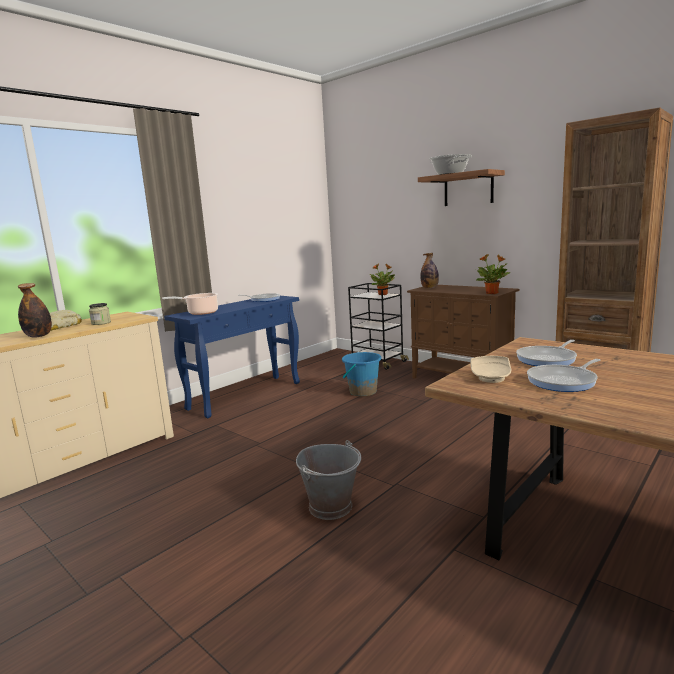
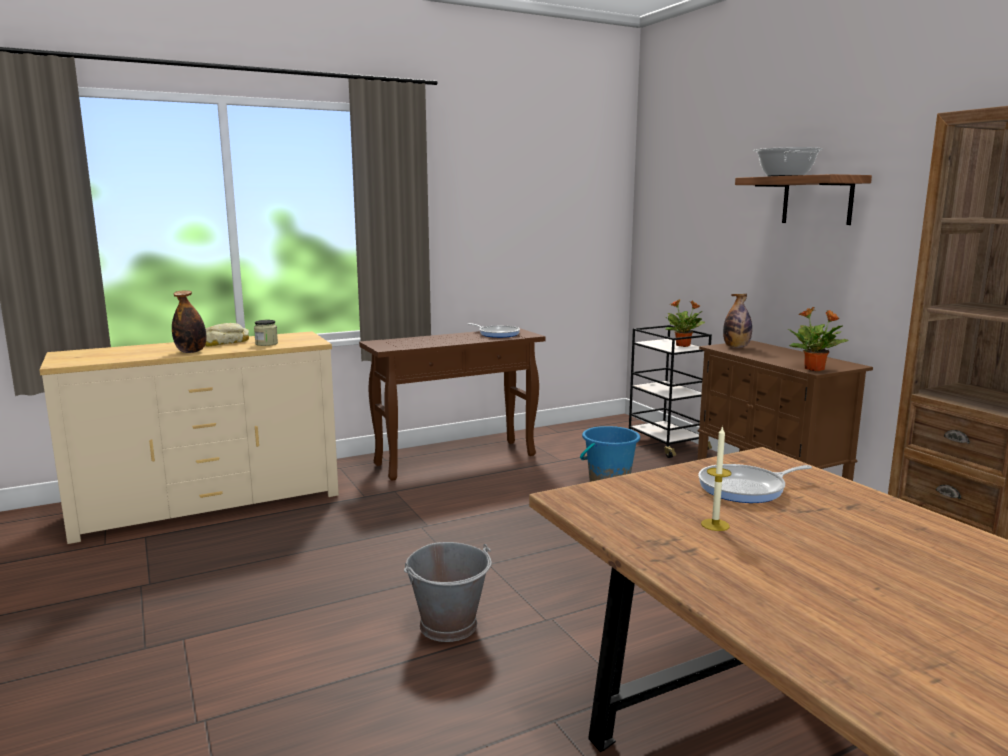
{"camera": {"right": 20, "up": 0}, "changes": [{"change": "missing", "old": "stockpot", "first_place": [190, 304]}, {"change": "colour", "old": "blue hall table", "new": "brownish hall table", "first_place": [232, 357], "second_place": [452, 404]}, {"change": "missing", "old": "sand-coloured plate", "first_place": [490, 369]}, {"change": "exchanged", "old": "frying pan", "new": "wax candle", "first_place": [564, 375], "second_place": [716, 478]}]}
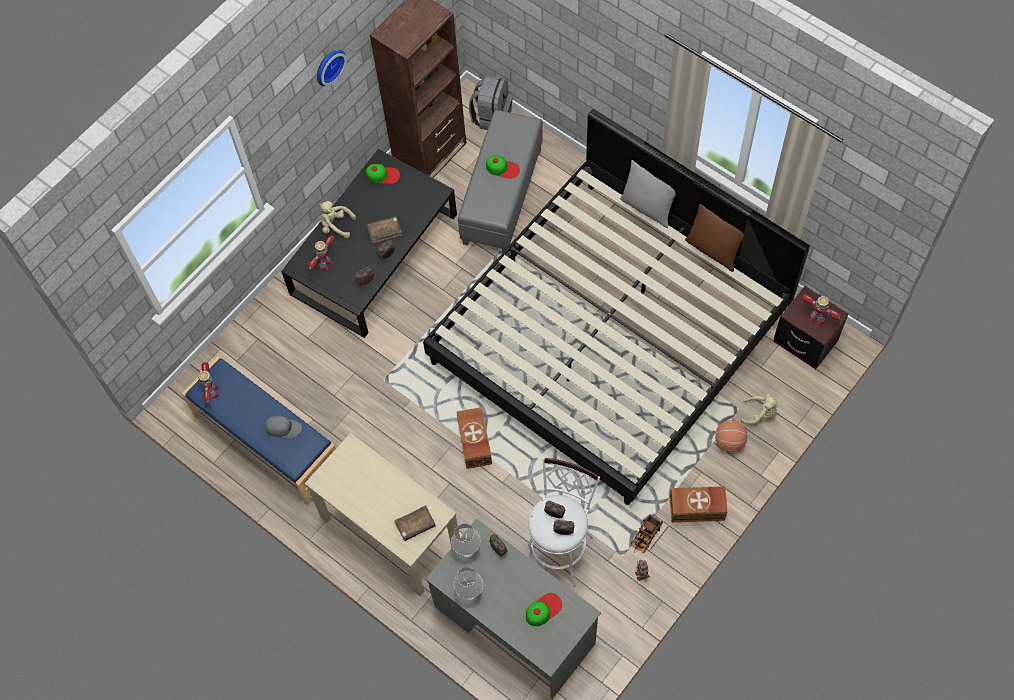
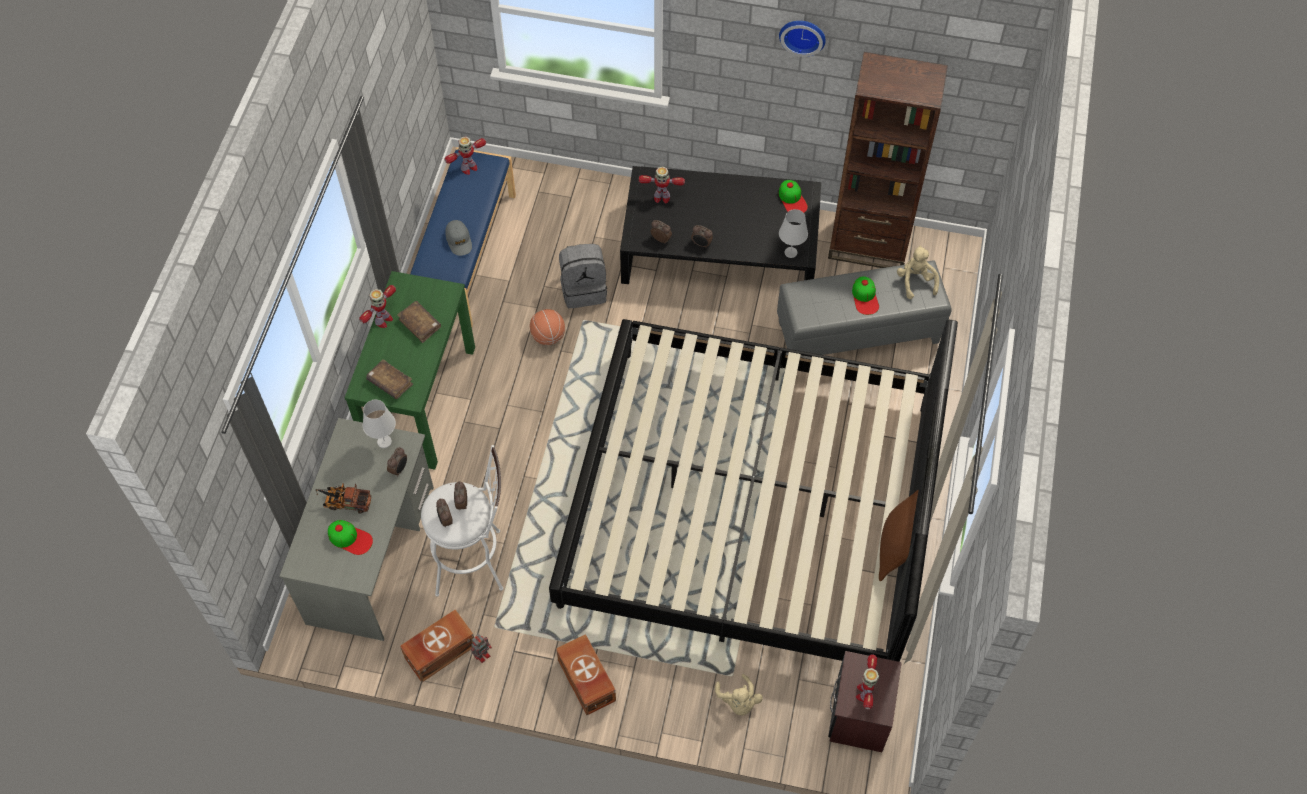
{"camera": {"right": 60, "up": -5}, "changes": [{"change": "colour", "old": "sand-coloured hall table", "new": "green-coloured hall table", "first_place": [382, 514], "second_place": [410, 370]}, {"change": "relocated", "old": "sand-coloured plush toy", "first_place": [337, 219], "second_place": [918, 272]}, {"change": "relocated", "old": "brownish volume", "first_place": [384, 230], "second_place": [419, 322]}, {"change": "relocated", "old": "whitish table lamp", "first_place": [468, 583], "second_place": [793, 233]}, {"change": "relocated", "old": "brownish storage box", "first_place": [474, 438], "second_place": [437, 646]}, {"change": "relocated", "old": "greyish backpack", "first_place": [491, 102], "second_place": [583, 276]}, {"change": "missing", "old": "greyish cushion", "first_place": [648, 194]}, {"change": "relocated", "old": "toy truck", "first_place": [647, 533], "second_place": [343, 498]}, {"change": "relocated", "old": "ball for basketball", "first_place": [731, 436], "second_place": [547, 327]}, {"change": "appeared", "new": "robot figure", "second_place": [377, 306]}]}
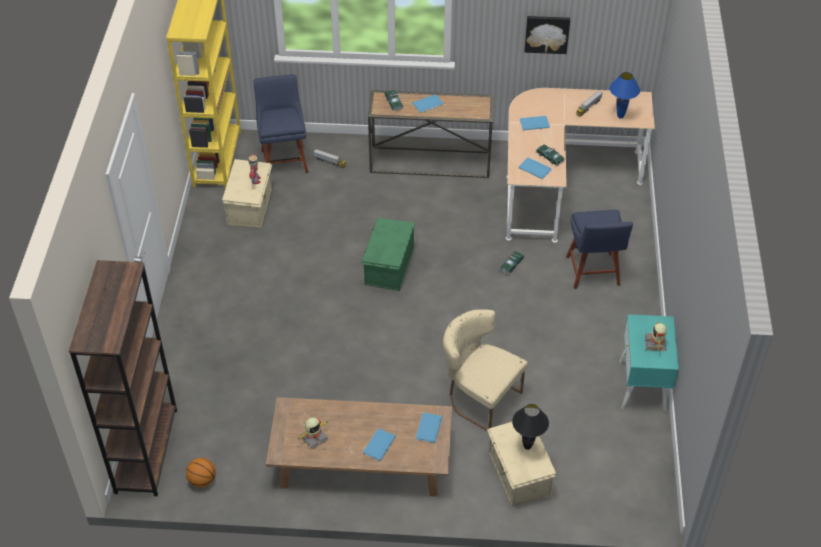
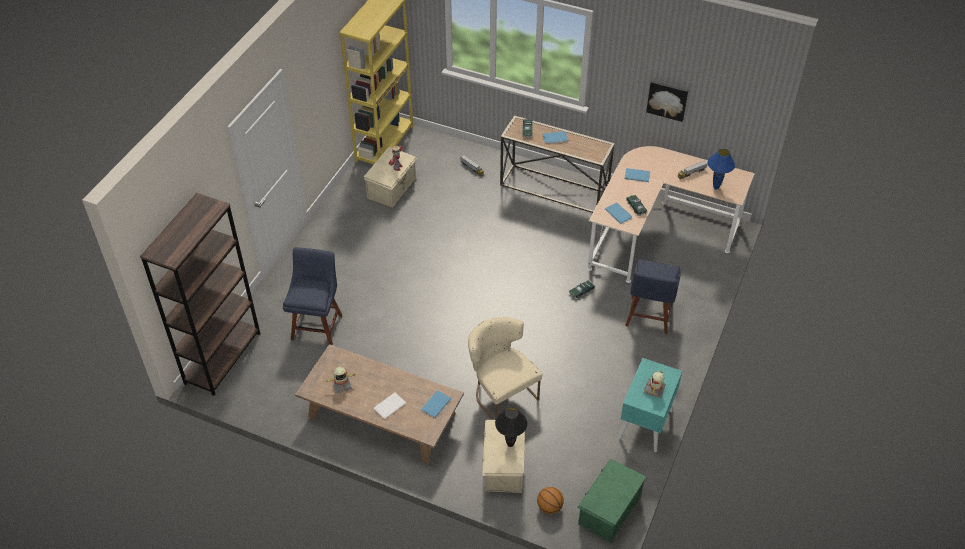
{"camera": {"right": 20, "up": 0}, "changes": [{"change": "relocated", "old": "ball for basketball", "first_place": [201, 472], "second_place": [550, 500]}, {"change": "relocated", "old": "blue chair", "first_place": [281, 123], "second_place": [312, 296]}, {"change": "relocated", "old": "green-coloured storage box", "first_place": [388, 254], "second_place": [611, 501]}, {"change": "colour", "old": "blue volume", "new": "whitish volume", "first_place": [379, 444], "second_place": [390, 405]}]}
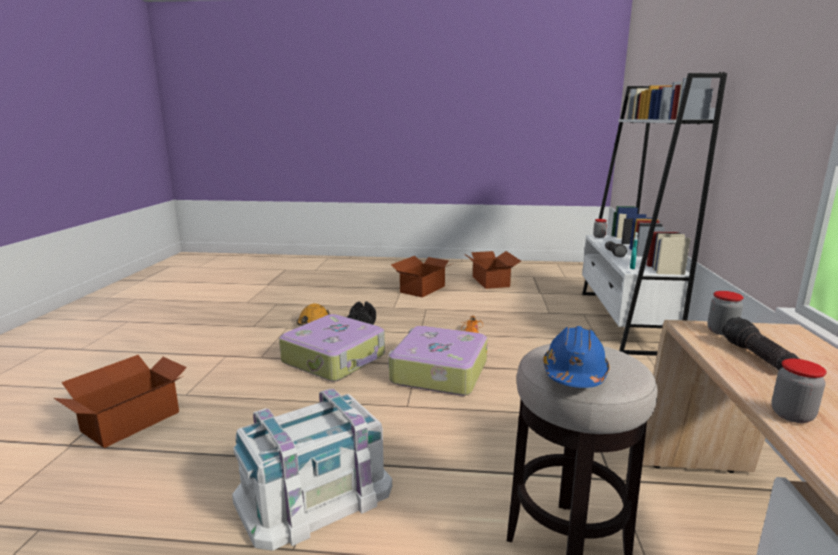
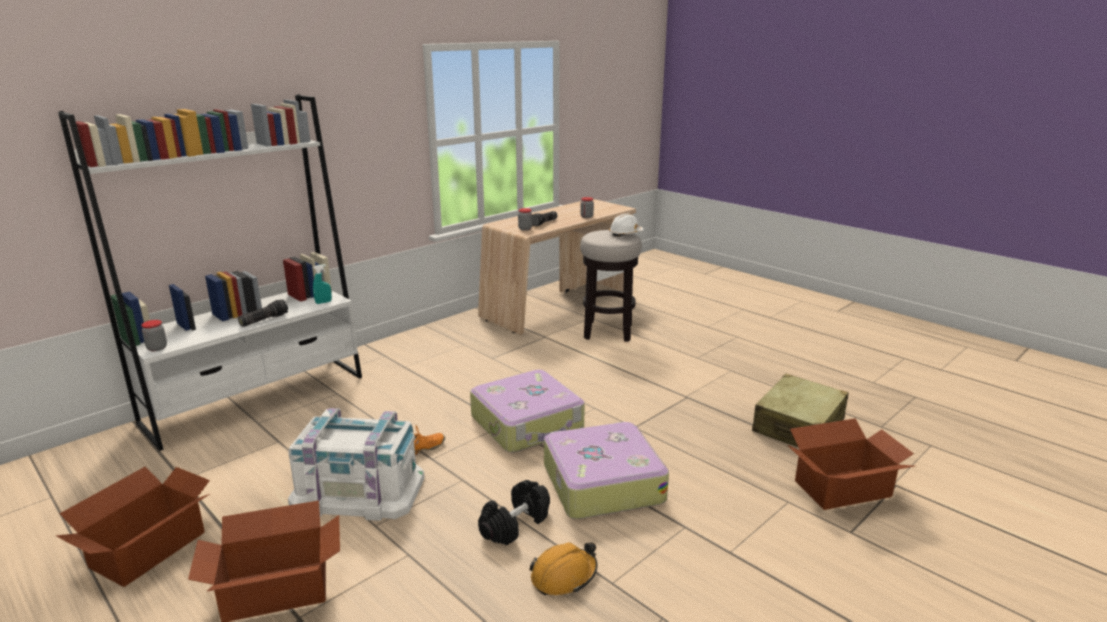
{"camera": {"right": -140, "up": 5}, "changes": [{"change": "relocated", "old": "whitish storage box", "first_place": [312, 470], "second_place": [356, 464]}, {"change": "colour", "old": "blue work helmet", "new": "whitish work helmet", "first_place": [576, 357], "second_place": [626, 225]}, {"change": "appeared", "new": "sand-coloured suitcase", "second_place": [800, 410]}]}
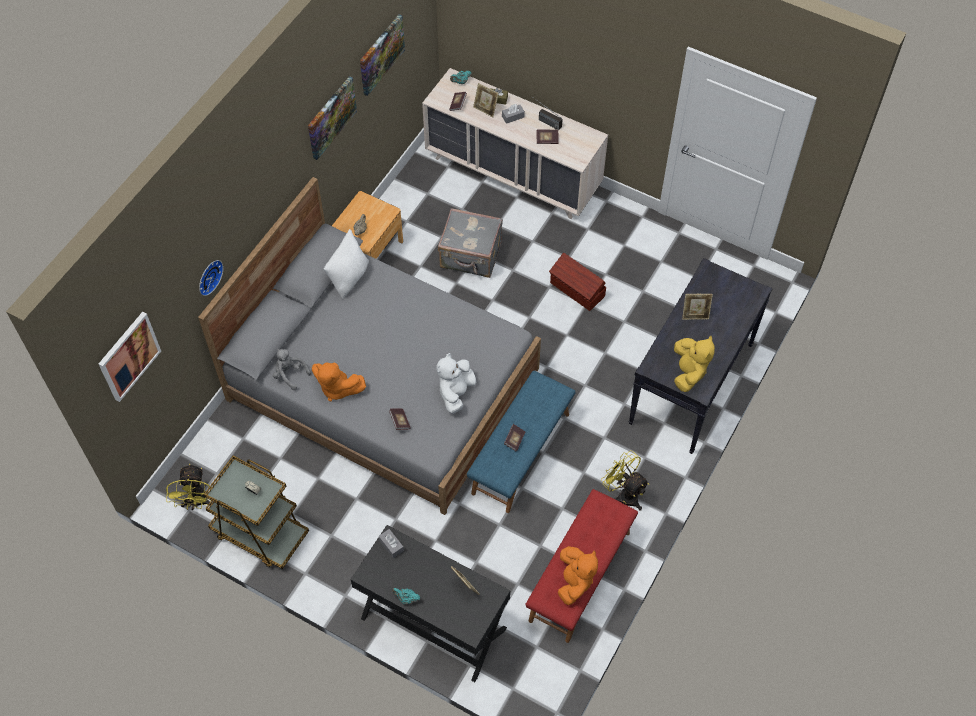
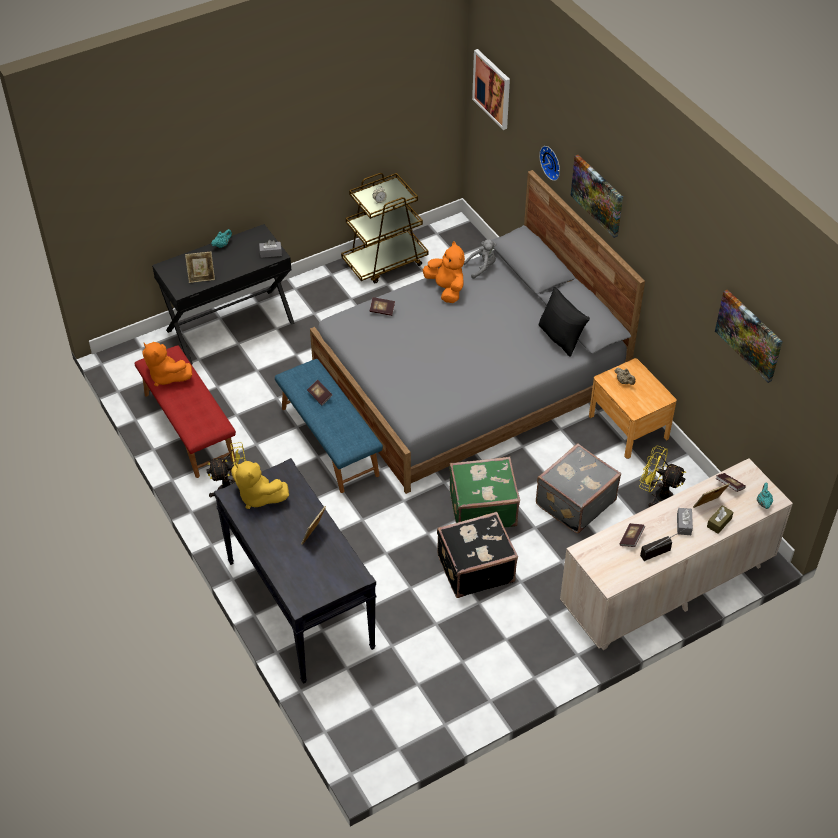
{"camera": {"right": 120, "up": -10}, "changes": [{"change": "relocated", "old": "yellow-coloured cooling fan", "first_place": [189, 487], "second_place": [662, 476]}, {"change": "relocated", "old": "wall art", "first_place": [332, 118], "second_place": [597, 196]}, {"change": "spun", "old": "orange-coloured plush toy", "first_place": [339, 381], "second_place": [444, 272], "degrees": 90}, {"change": "colour", "old": "whitish cushion", "new": "black cushion", "first_place": [346, 264], "second_place": [564, 321]}, {"change": "missing", "old": "whitish plush toy", "first_place": [456, 383]}, {"change": "exchanged", "old": "brownish storage box", "new": "black suitcase", "first_place": [577, 282], "second_place": [477, 555]}, {"change": "appeared", "new": "green-coloured suitcase", "second_place": [484, 492]}]}
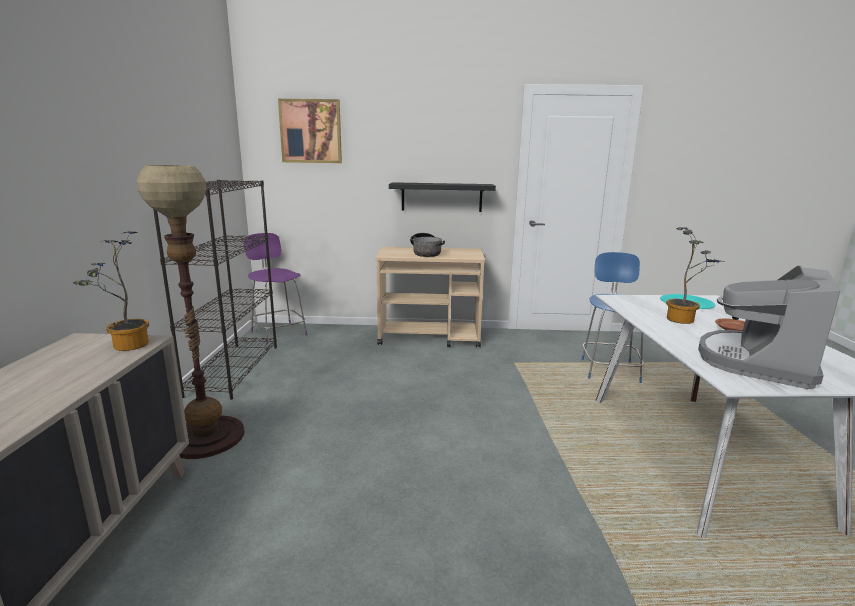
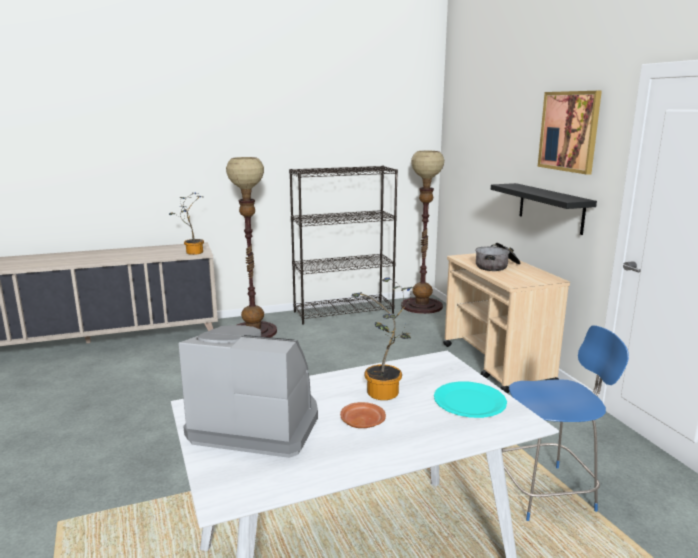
{"camera": {"right": 70, "up": 0}, "changes": [{"change": "exchanged", "old": "purple-coloured chair", "new": "standard lamp", "first_place": [275, 288], "second_place": [422, 232]}, {"change": "relocated", "old": "wall art", "first_place": [310, 131], "second_place": [570, 133]}]}
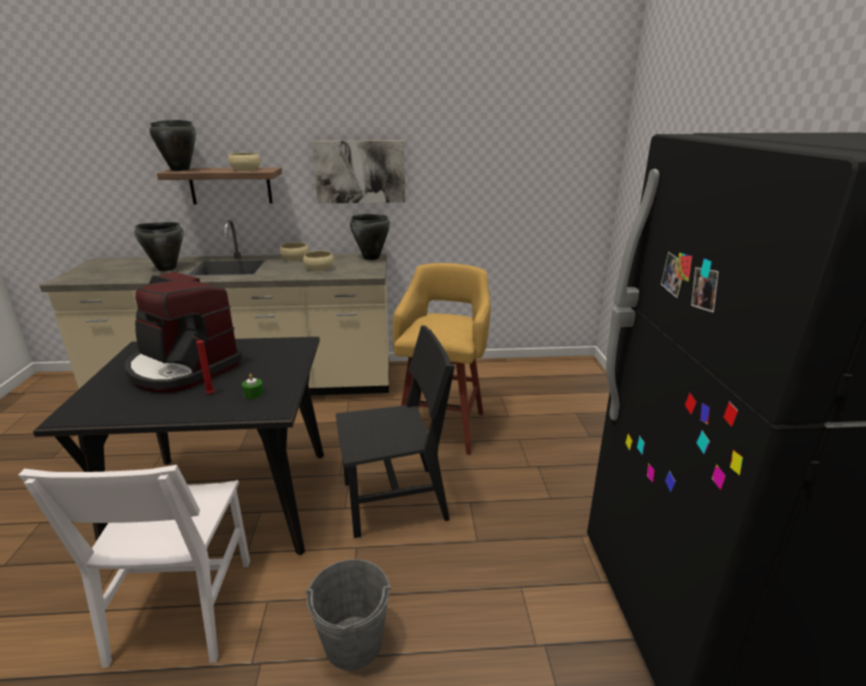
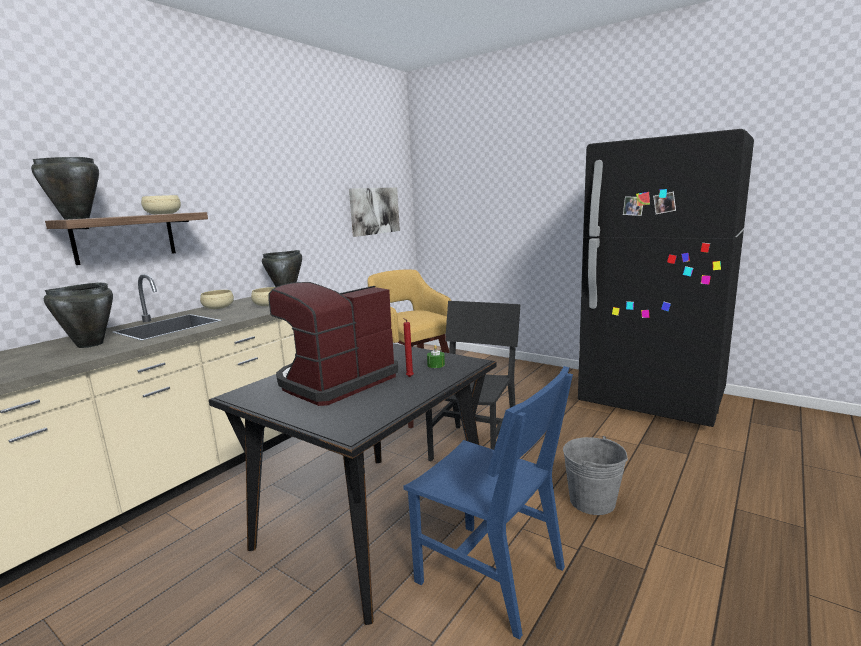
{"camera": {"right": -50, "up": -10}, "changes": [{"change": "colour", "old": "whitish chair", "new": "blue chair", "first_place": [134, 566], "second_place": [488, 503]}, {"change": "spun", "old": "coffee maker", "first_place": [183, 332], "second_place": [333, 344], "degrees": 150}, {"change": "relocated", "old": "wall art", "first_place": [358, 171], "second_place": [374, 212]}]}
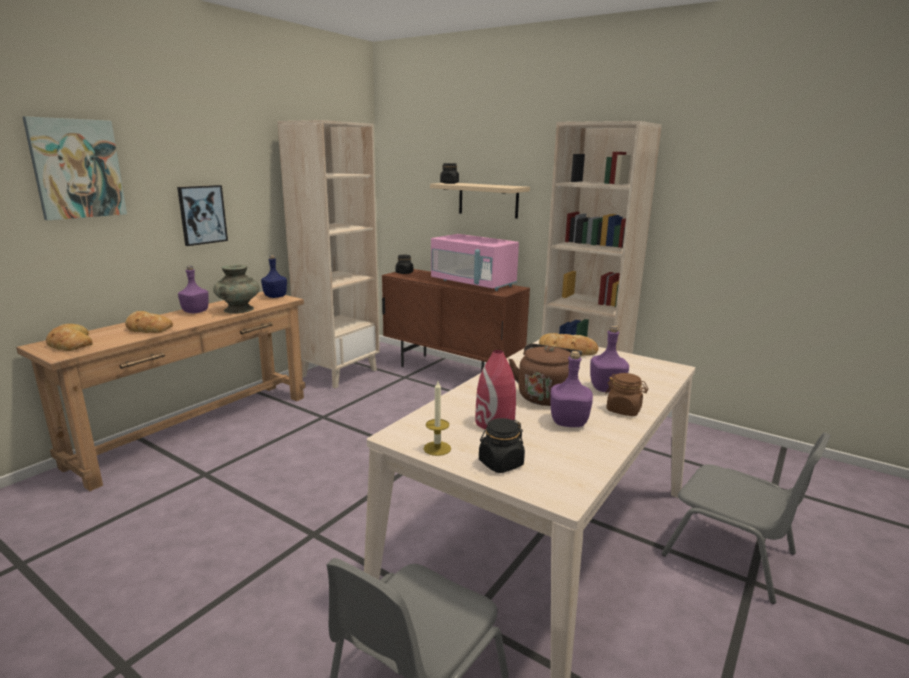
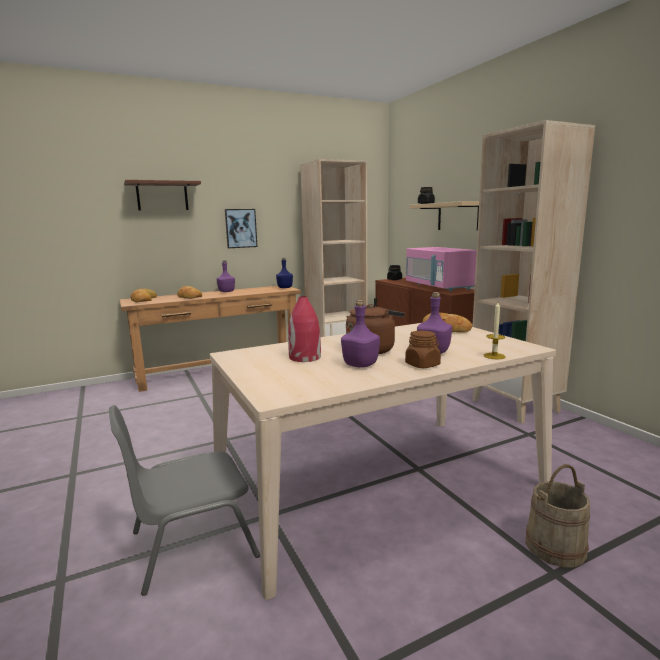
{"camera": {"right": 30, "up": -5}, "changes": [{"change": "exchanged", "old": "wall art", "new": "brownish wall shelf", "first_place": [75, 168], "second_place": [162, 195]}, {"change": "missing", "old": "turquoise flower vase", "first_place": [236, 289]}, {"change": "relocated", "old": "wax candle", "first_place": [437, 418], "second_place": [495, 330]}, {"change": "missing", "old": "black storage jar", "first_place": [502, 445]}, {"change": "exchanged", "old": "greyish chair", "new": "sand-coloured pail", "first_place": [746, 518], "second_place": [558, 515]}]}
